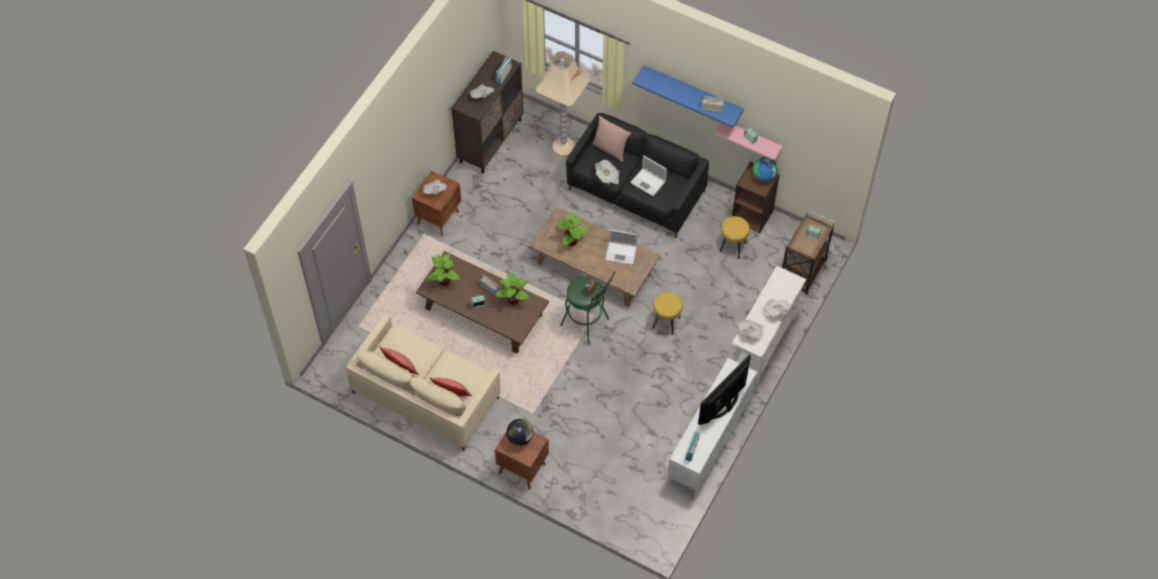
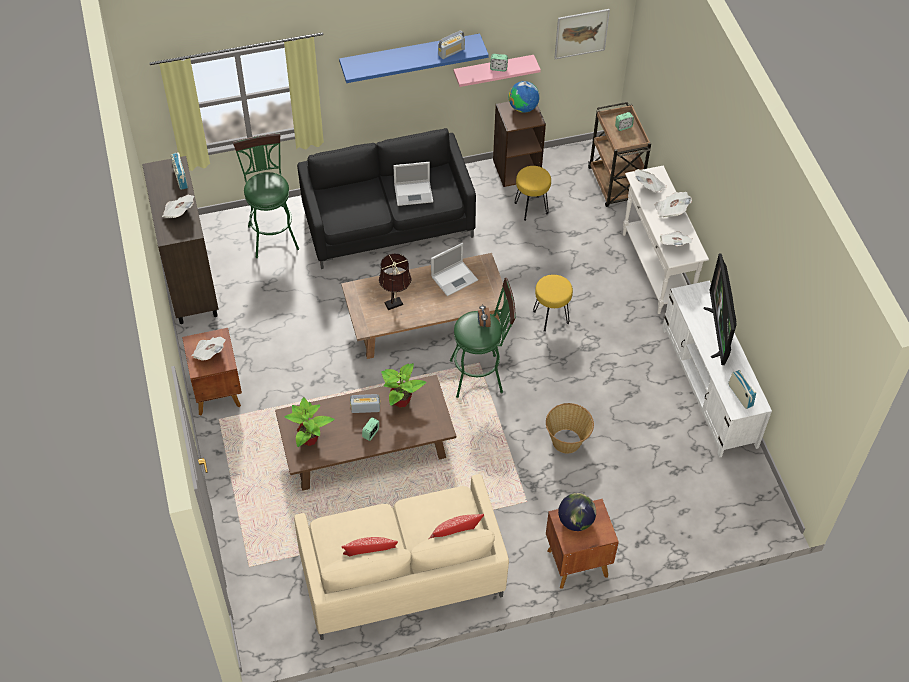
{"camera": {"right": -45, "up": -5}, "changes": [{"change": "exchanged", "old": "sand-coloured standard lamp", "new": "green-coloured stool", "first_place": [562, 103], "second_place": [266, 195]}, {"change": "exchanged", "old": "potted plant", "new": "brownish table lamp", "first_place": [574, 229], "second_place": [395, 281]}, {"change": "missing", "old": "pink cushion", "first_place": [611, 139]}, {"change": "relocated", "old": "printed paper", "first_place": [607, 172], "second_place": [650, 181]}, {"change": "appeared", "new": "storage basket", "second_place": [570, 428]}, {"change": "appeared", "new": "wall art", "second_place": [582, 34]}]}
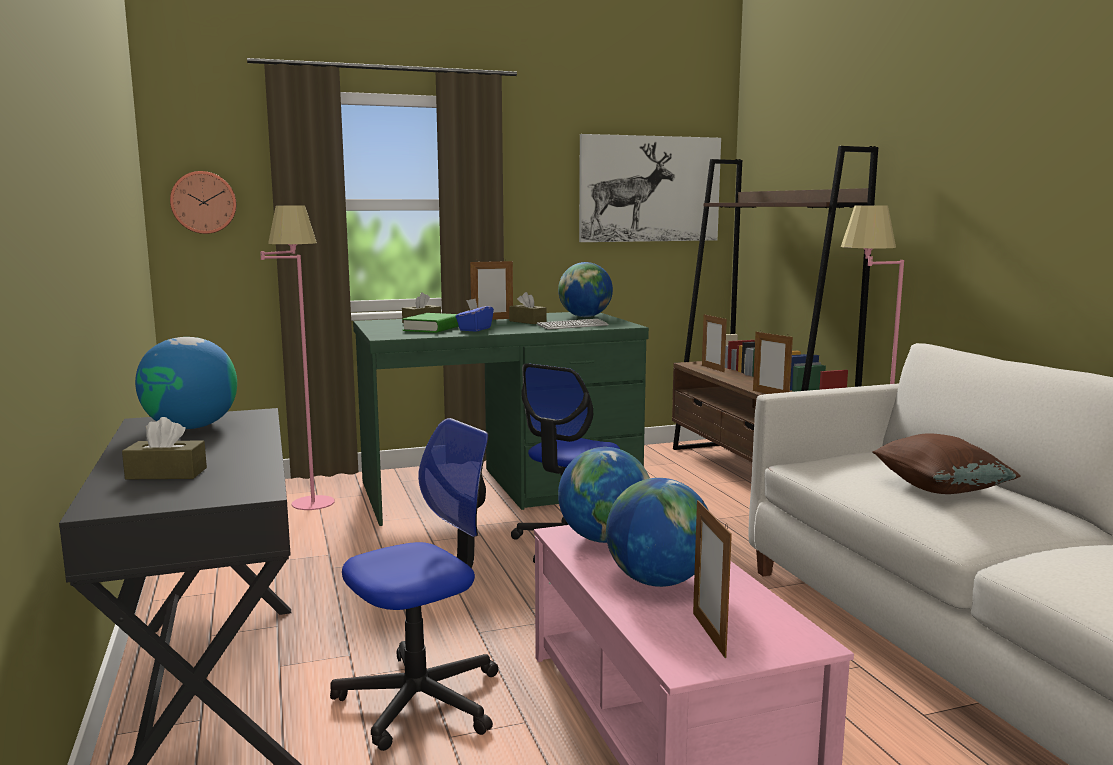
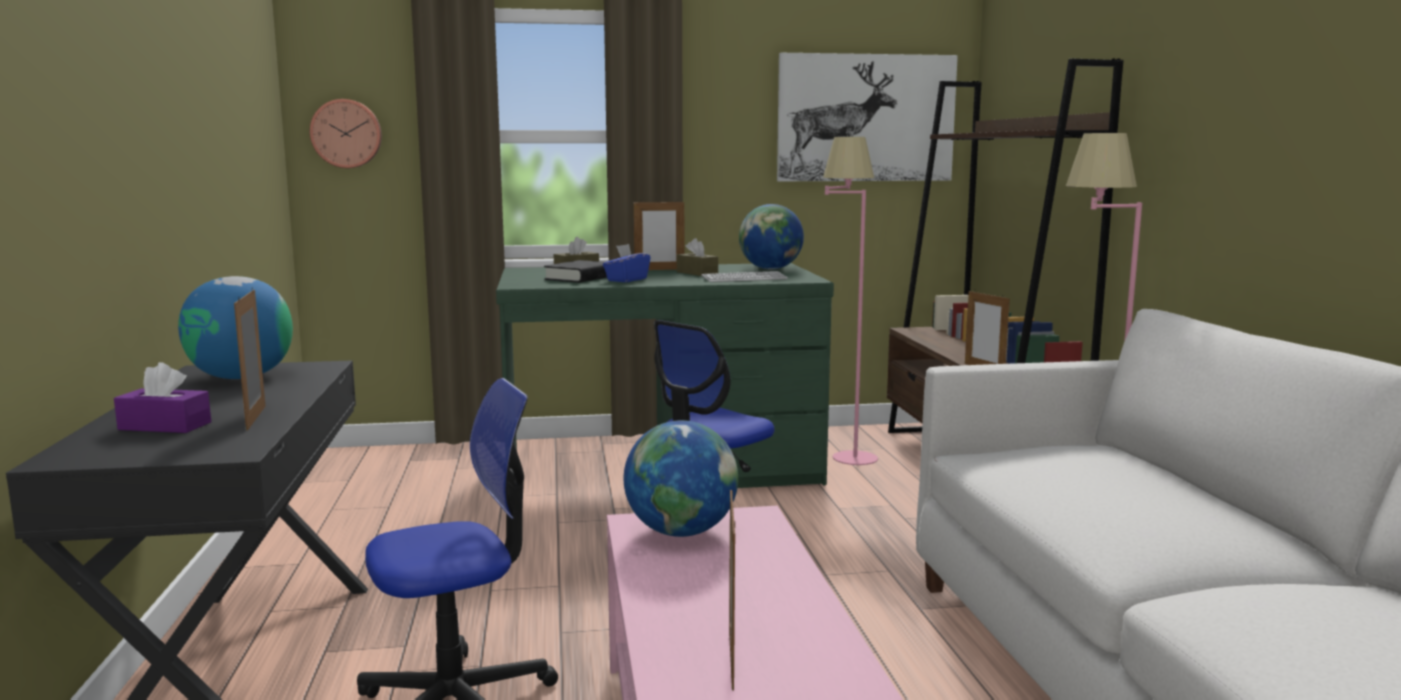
{"camera": {"right": 10, "up": 0}, "changes": [{"change": "colour", "old": "brownish tissue holder", "new": "purple-coloured tissue holder", "first_place": [164, 448], "second_place": [162, 397]}, {"change": "relocated", "old": "pink standard lamp", "first_place": [297, 357], "second_place": [850, 301]}, {"change": "colour", "old": "green-coloured volume", "new": "black volume", "first_place": [430, 323], "second_place": [575, 271]}, {"change": "missing", "old": "desk globe", "first_place": [657, 532]}, {"change": "relocated", "old": "photo frame", "first_place": [714, 343], "second_place": [250, 359]}, {"change": "missing", "old": "brownish cushion", "first_place": [946, 463]}]}
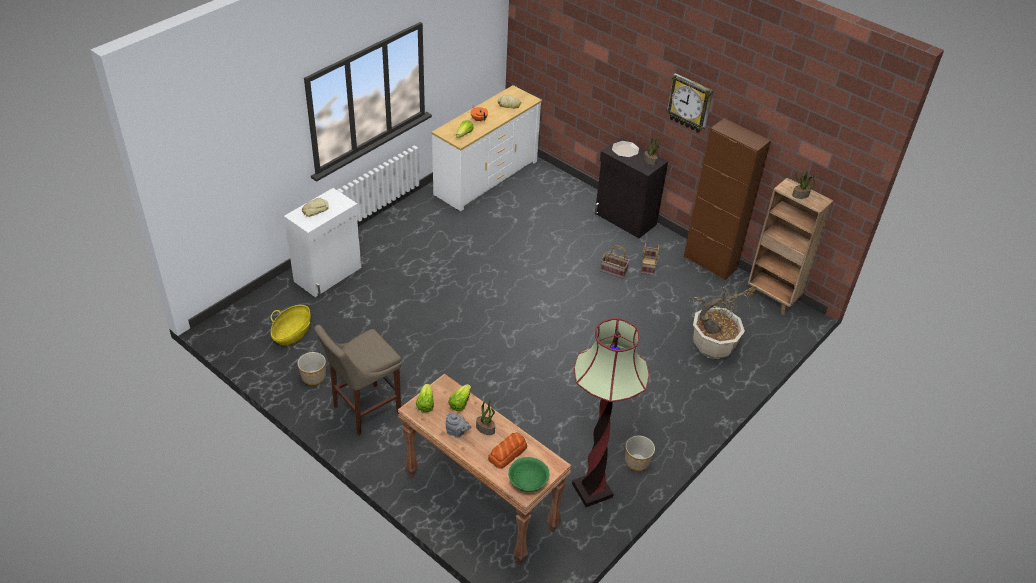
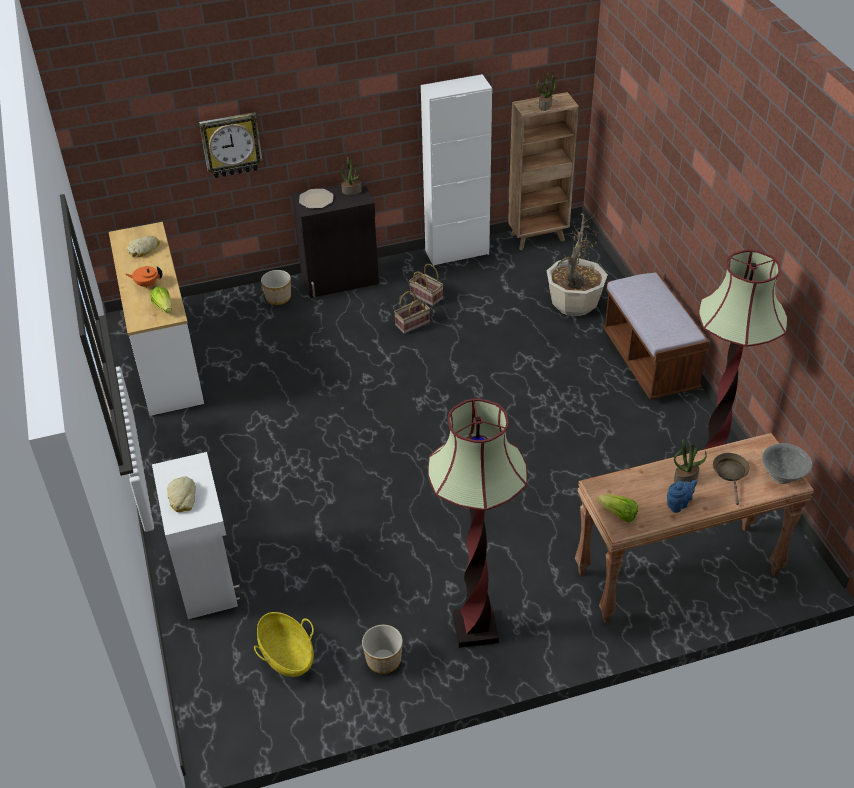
{"camera": {"right": -55, "up": 0}, "changes": [{"change": "exchanged", "old": "sand-coloured stool", "new": "standard lamp", "first_place": [357, 380], "second_place": [478, 523]}, {"change": "colour", "old": "greyish pot for tea", "new": "blue pot for tea", "first_place": [458, 425], "second_place": [682, 496]}, {"change": "missing", "old": "head of lettuce", "first_place": [459, 398]}, {"change": "exchanged", "old": "baked bread", "new": "brownish frying pan", "first_place": [507, 450], "second_place": [731, 479]}, {"change": "colour", "old": "green-coloured serving bowl", "new": "greyish serving bowl", "first_place": [528, 474], "second_place": [787, 463]}, {"change": "relocated", "old": "planter", "first_place": [640, 453], "second_place": [276, 287]}, {"change": "relocated", "old": "hanging clock", "first_place": [689, 103], "second_place": [231, 145]}, {"change": "colour", "old": "brownish storage cabinet", "new": "whitish storage cabinet", "first_place": [727, 199], "second_place": [456, 170]}, {"change": "appeared", "new": "brownish bench", "second_place": [656, 335]}]}
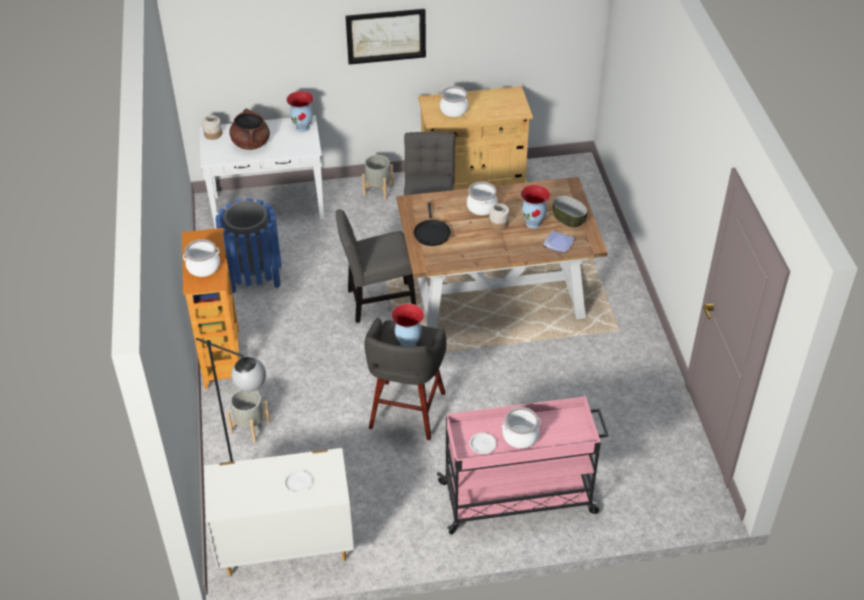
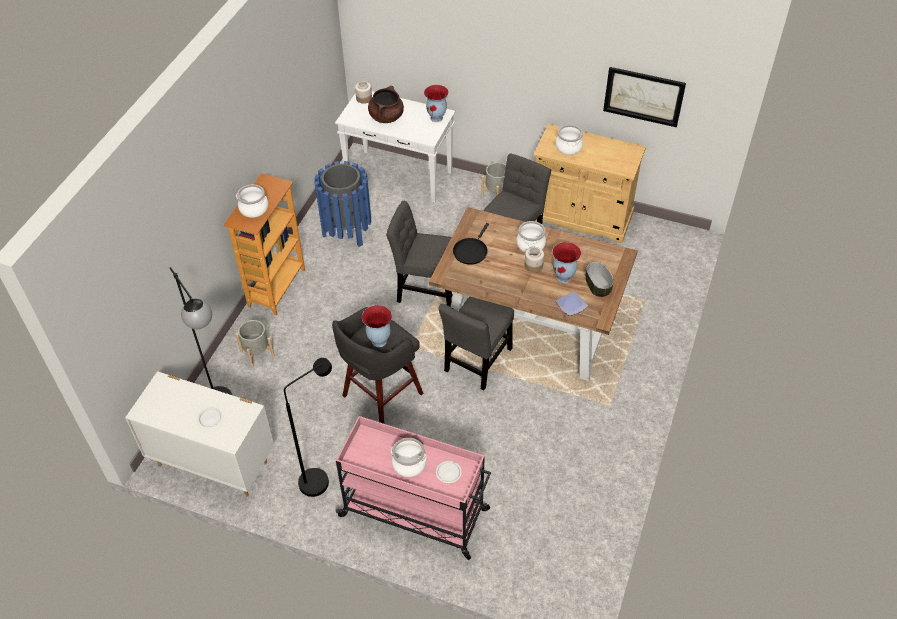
{"camera": {"right": 30, "up": 5}, "changes": [{"change": "relocated", "old": "wall art", "first_place": [386, 37], "second_place": [644, 97]}, {"change": "relocated", "old": "whitish plate", "first_place": [483, 443], "second_place": [449, 472]}, {"change": "appeared", "new": "black standard lamp", "second_place": [308, 427]}, {"change": "appeared", "new": "greyish chair", "second_place": [476, 343]}]}
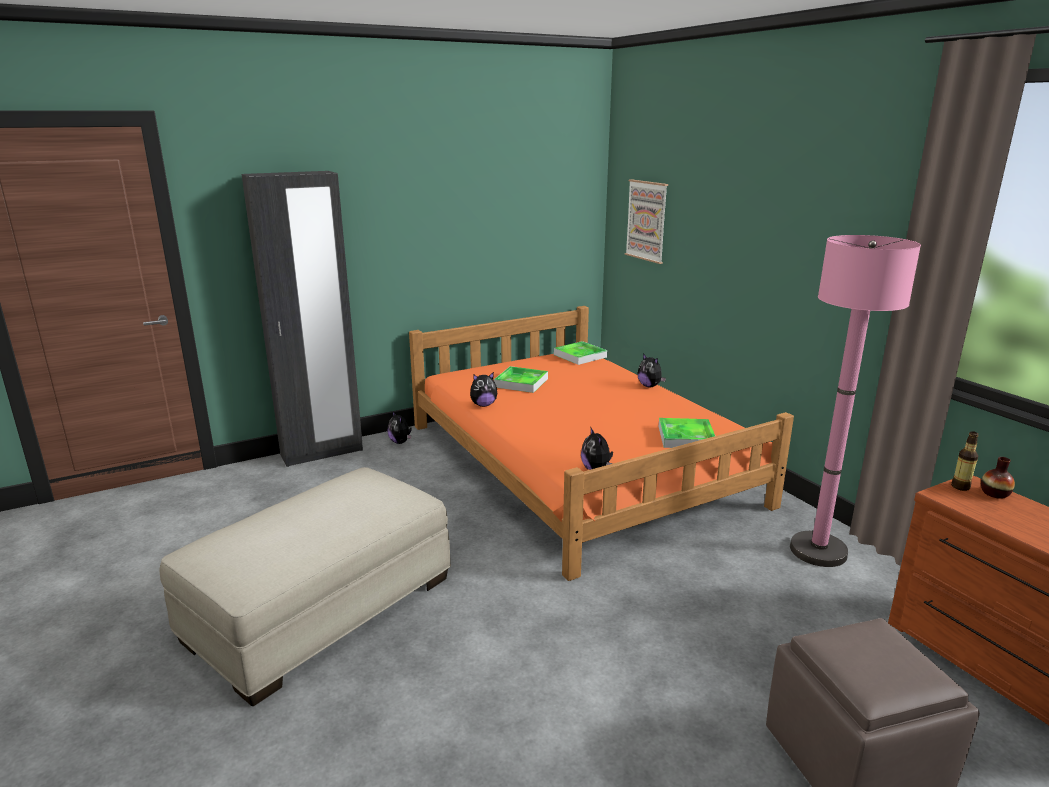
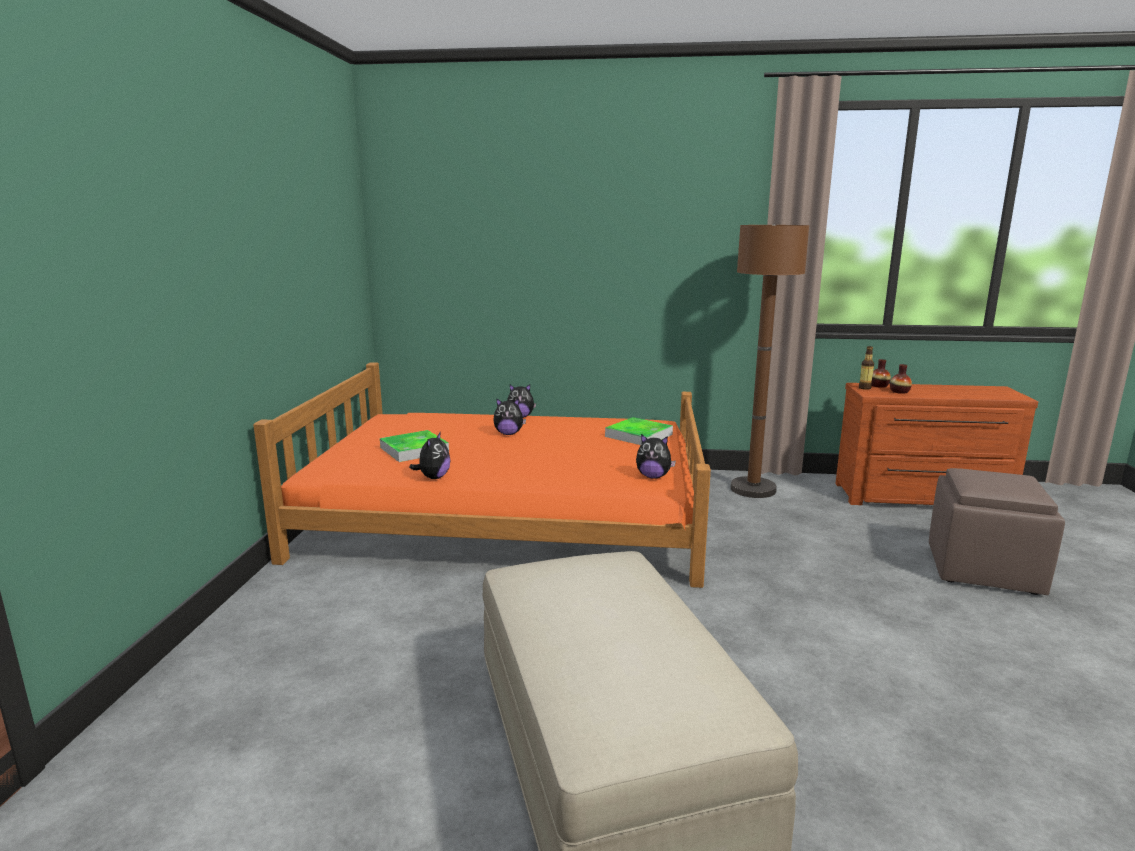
{"camera": {"right": -55, "up": -5}, "changes": [{"change": "missing", "old": "black clothes cupboard", "first_place": [302, 319]}, {"change": "relocated", "old": "plush toy", "first_place": [399, 428], "second_place": [509, 416]}, {"change": "missing", "old": "serving tray", "first_place": [580, 353]}, {"change": "missing", "old": "wall art", "first_place": [646, 221]}, {"change": "colour", "old": "pink standard lamp", "new": "brownish standard lamp", "first_place": [855, 401], "second_place": [769, 361]}, {"change": "appeared", "new": "flower vase", "second_place": [901, 379]}]}
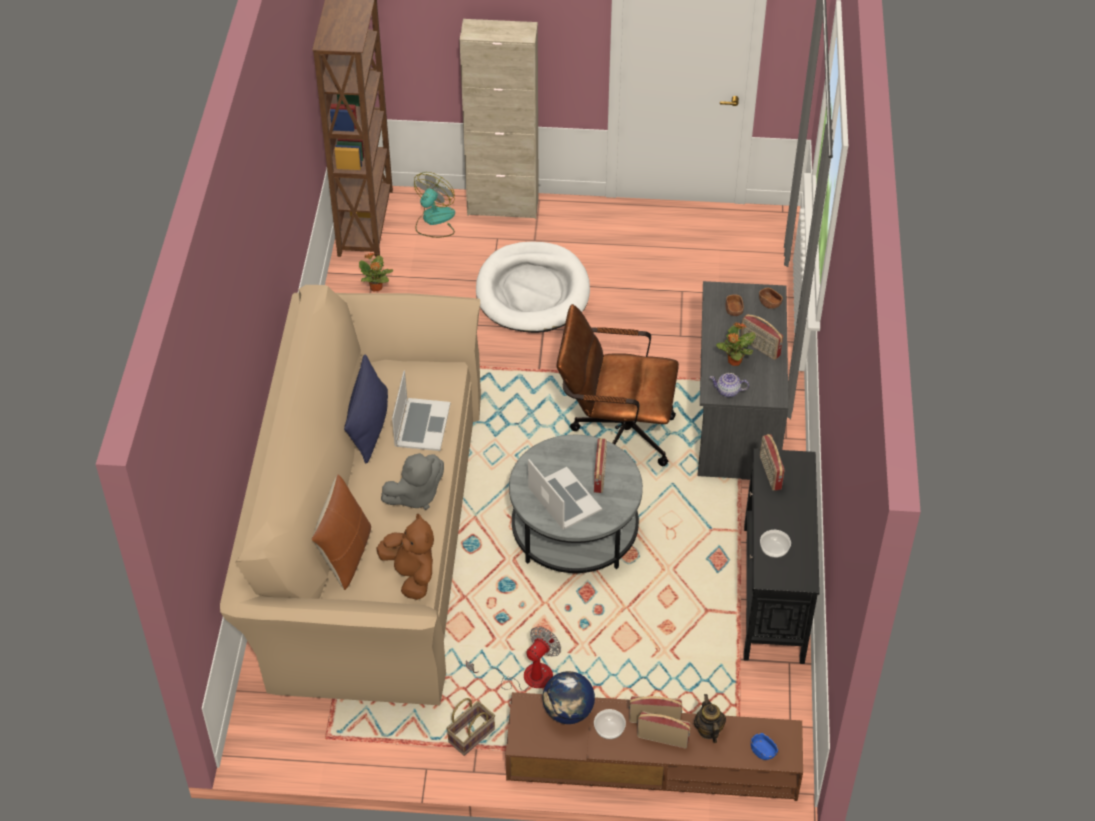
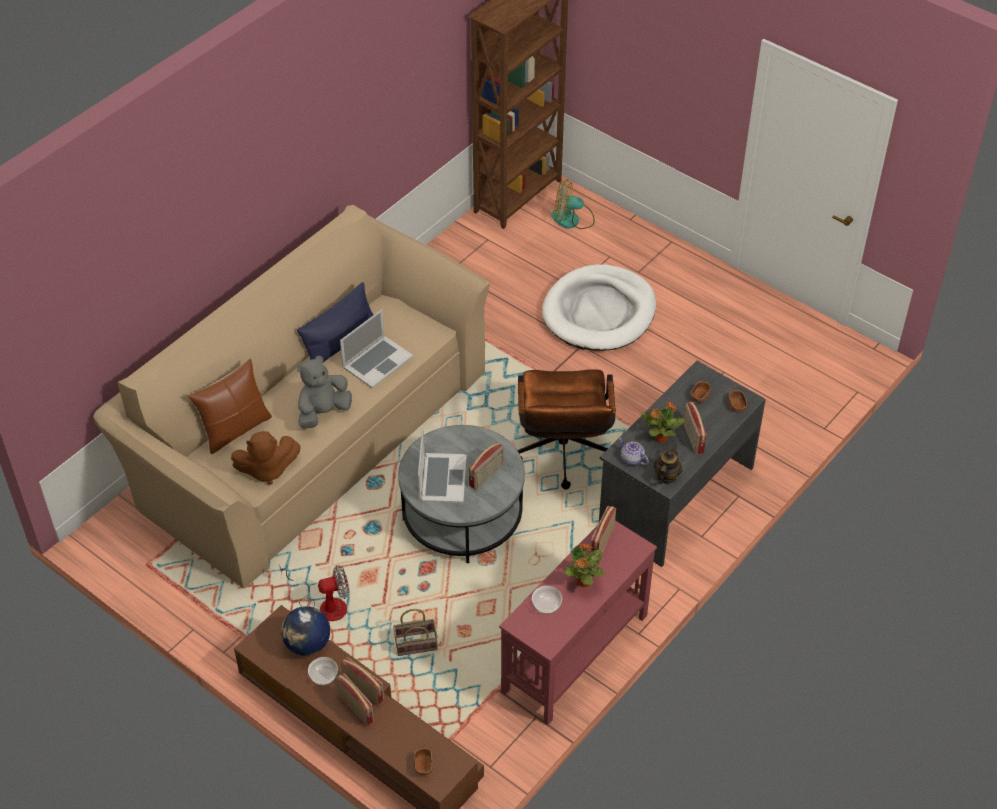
{"camera": {"right": 35, "up": 0}, "changes": [{"change": "relocated", "old": "potted plant", "first_place": [376, 271], "second_place": [584, 565]}, {"change": "spun", "old": "brownish plush toy", "first_place": [405, 556], "second_place": [266, 458], "degrees": 75}, {"change": "spun", "old": "greyish plush toy", "first_place": [412, 481], "second_place": [324, 392], "degrees": 135}, {"change": "spun", "old": "cooling fan", "first_place": [434, 205], "second_place": [573, 204], "degrees": -150}, {"change": "relocated", "old": "storage basket", "first_place": [470, 727], "second_place": [415, 632]}, {"change": "missing", "old": "sand-coloured storage cabinet", "first_place": [499, 119]}, {"change": "spun", "old": "brownish computer chair", "first_place": [617, 385], "second_place": [566, 429], "degrees": -135}, {"change": "relocated", "old": "pot for tea", "first_place": [710, 718], "second_place": [668, 464]}, {"change": "colour", "old": "black hall table", "new": "red-coloured hall table", "first_place": [782, 556], "second_place": [578, 623]}, {"change": "colour", "old": "blue serving bowl", "new": "brownish serving bowl", "first_place": [764, 746], "second_place": [423, 761]}]}
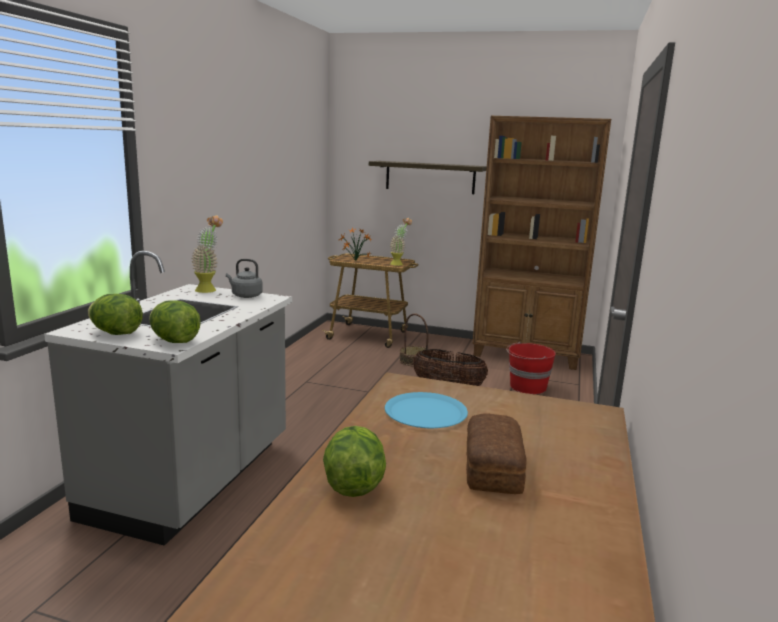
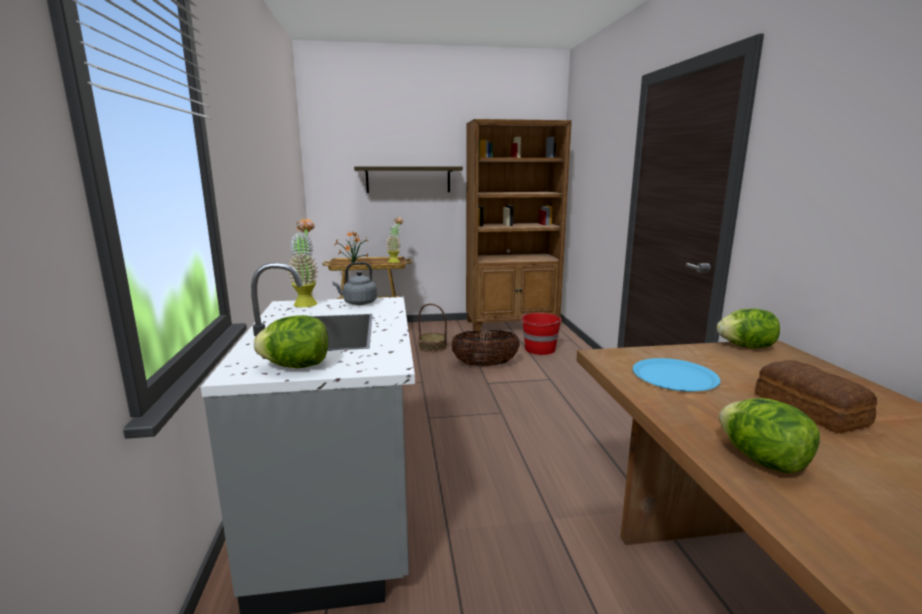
{"camera": {"right": -25, "up": 0}, "changes": [{"change": "relocated", "old": "head of lettuce", "first_place": [175, 321], "second_place": [748, 329]}]}
